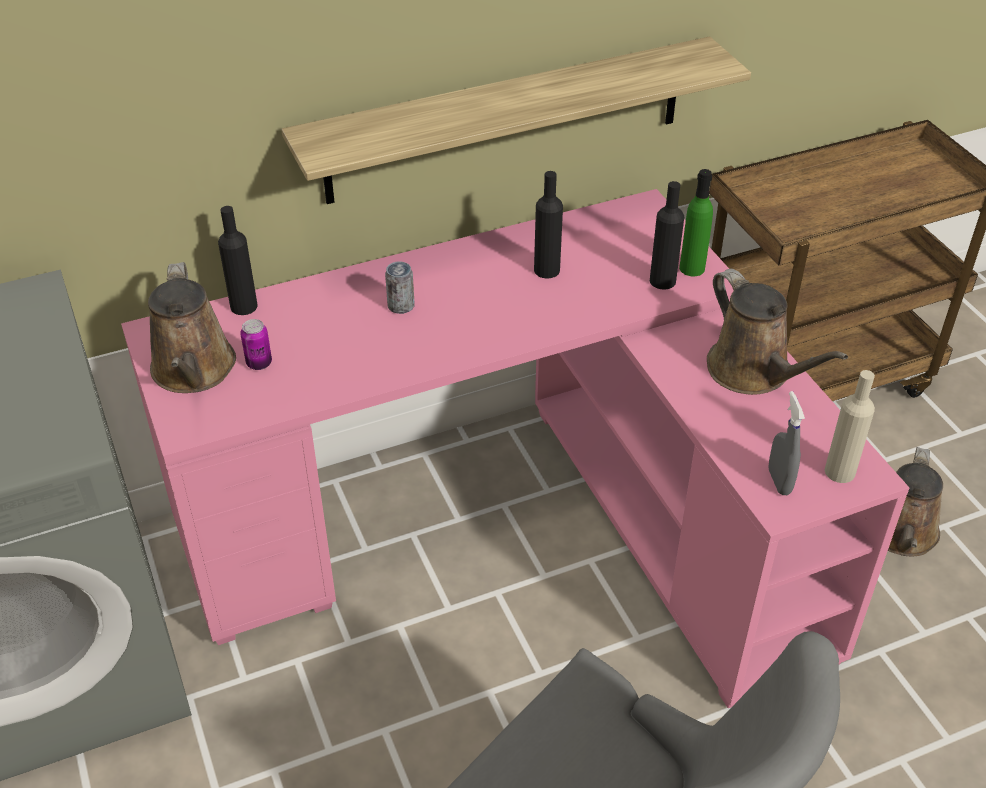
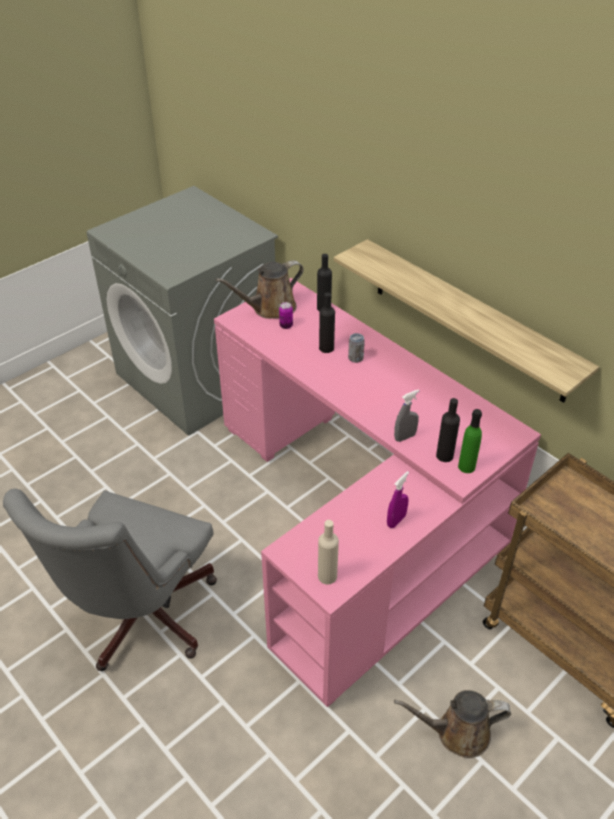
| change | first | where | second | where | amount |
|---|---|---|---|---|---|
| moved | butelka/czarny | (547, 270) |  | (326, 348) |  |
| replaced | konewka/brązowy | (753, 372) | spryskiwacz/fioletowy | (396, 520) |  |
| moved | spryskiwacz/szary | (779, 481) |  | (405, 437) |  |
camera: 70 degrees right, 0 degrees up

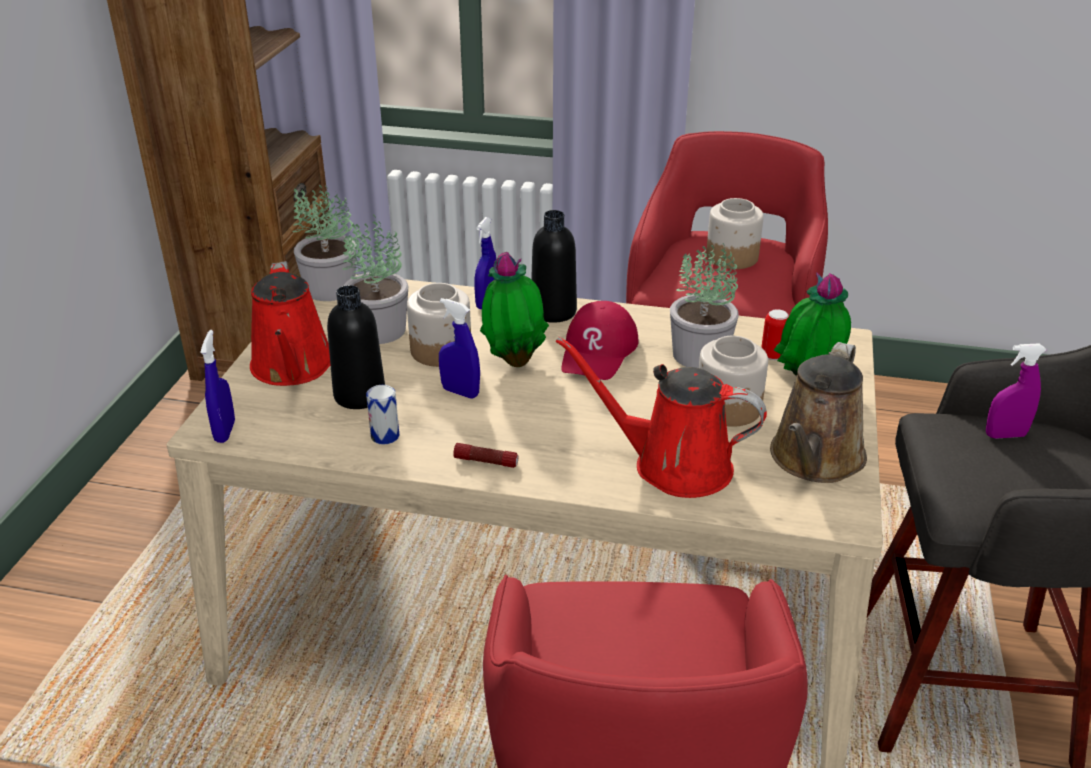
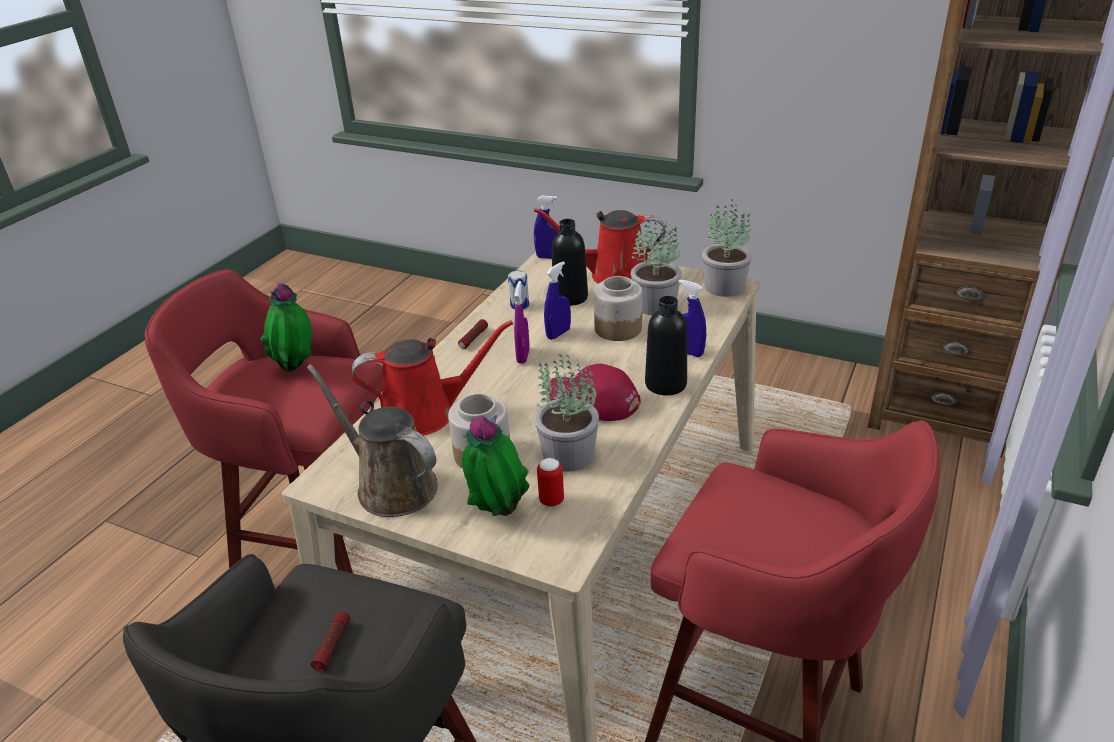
| change | first | where | second | where | amount |
|---|---|---|---|---|---|
| moved | roślina doniczkowa | (514, 361) |  | (297, 369) |  |
| turned | konewka/czerwony | (672, 465) |  | (426, 413) | 45 degrees clockwise |
| removed | słoik | (731, 257) |  |  |  |
| moved | spryskiwacz/fioletowy | (1005, 435) |  | (523, 356) |  |
| added |  |  | latarka | (332, 645) |  |
camera: 105 degrees right, 0 degrees up

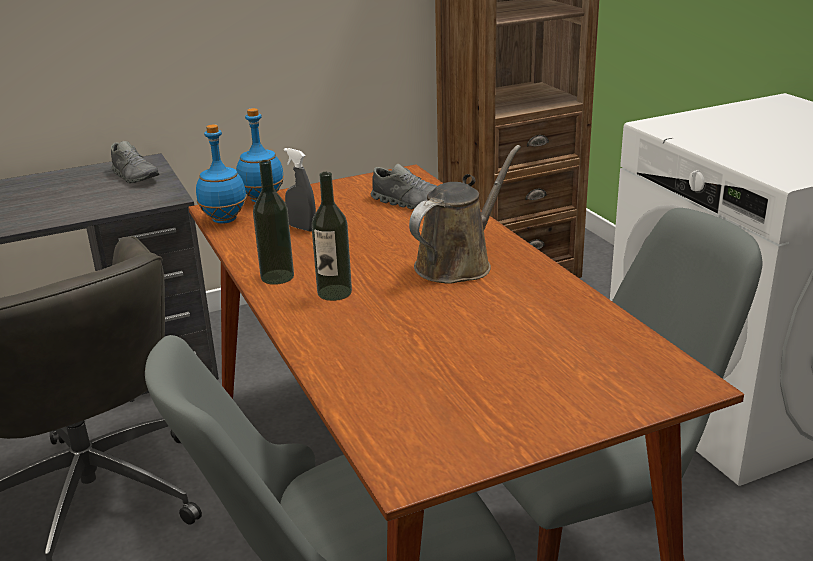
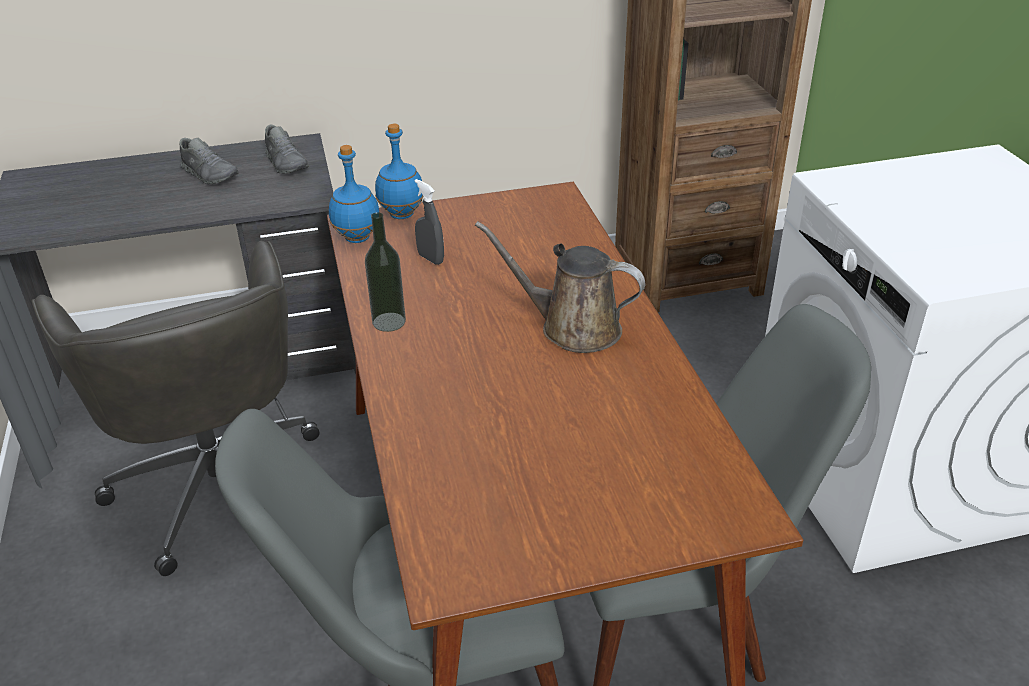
| change | first | where | second | where | amount |
|---|---|---|---|---|---|
| removed | butelka | (334, 292) |  |  |  |
| moved | but/szary | (410, 202) |  | (210, 174) |  |
| turned | konewka/brązowy | (458, 263) |  | (572, 328) | 120 degrees counterclockwise |
camera: 10 degrees right, 10 degrees up

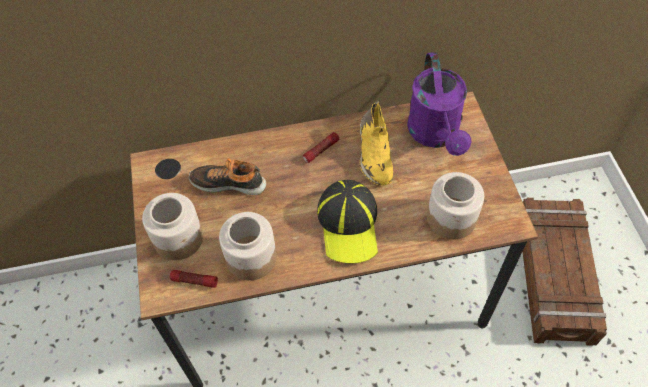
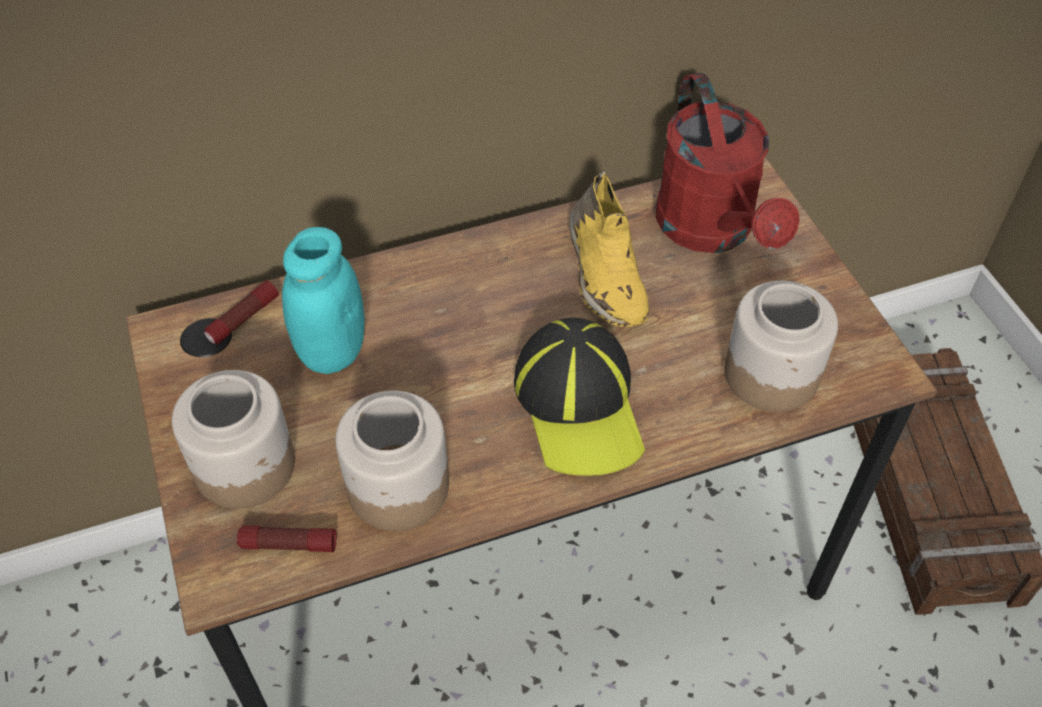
| change | first | where | second | where | amount |
|---|---|---|---|---|---|
| replaced | but | (229, 183) | słoik/turkusowy | (332, 351) |  |
| moved | latarka | (321, 150) |  | (243, 319) |  |
| recoloured | konewka/fioletowy | (436, 135) | konewka/czerwony | (712, 231) |  |
camera: 10 degrees left, 5 degrees down

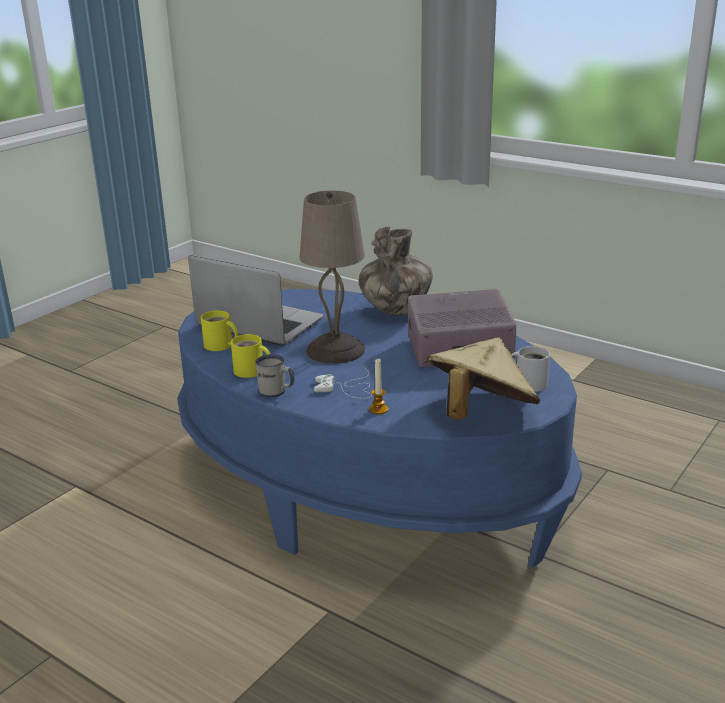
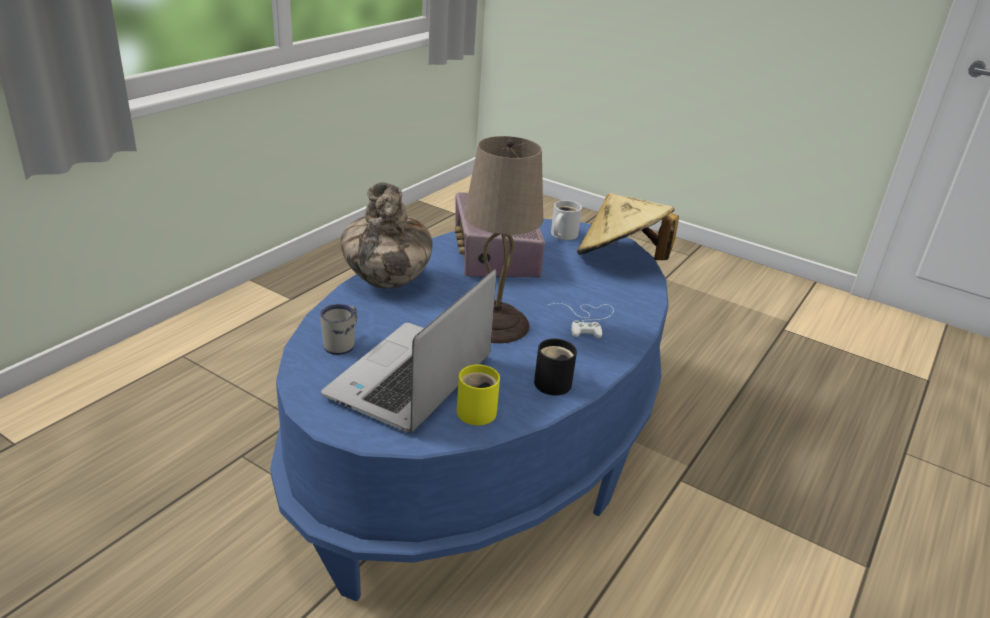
| change | first | where | second | where | amount |
|---|---|---|---|---|---|
| recoloured | kubek/żółty | (251, 372) | kubek/czarny | (555, 382) |  |
| moved | kubek/biały | (276, 392) |  | (342, 344) |  |
| removed | świeca | (378, 409) |  |  |  |
camera: 95 degrees left, 5 degrees up

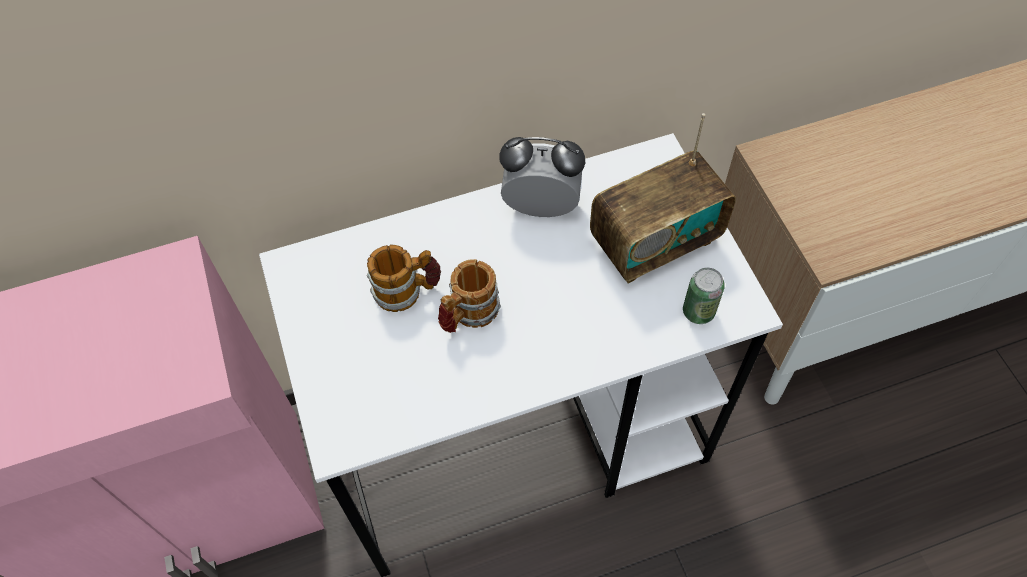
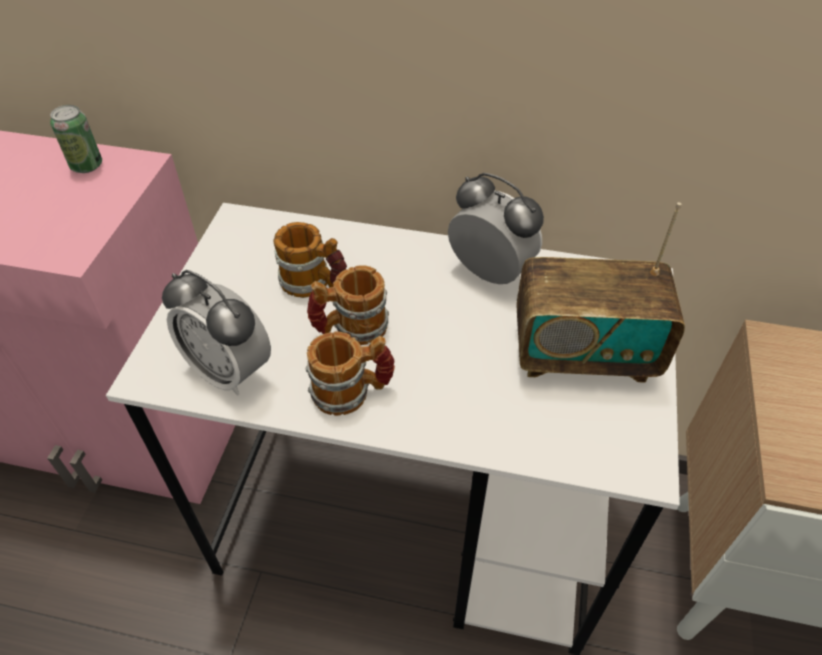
| change | first | where | second | where | amount |
|---|---|---|---|---|---|
| moved | puszka | (698, 311) |  | (87, 165) |  |
| added |  |  | budzik | (229, 371) |  |
| added |  |  | kubek | (352, 392) |  |
camera: 30 degrees right, 10 degrees down

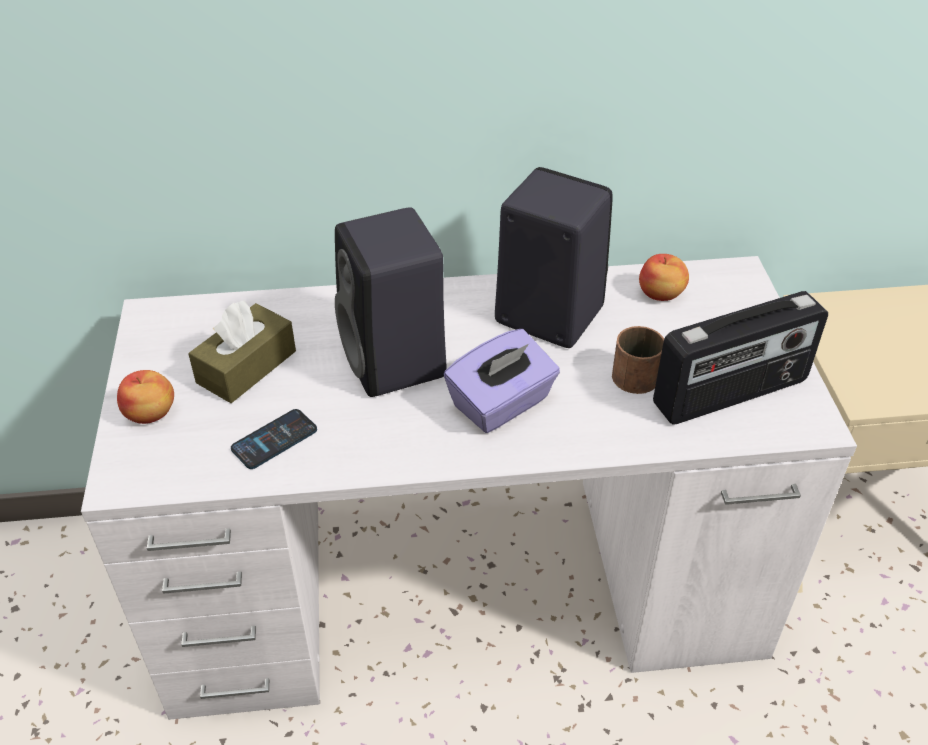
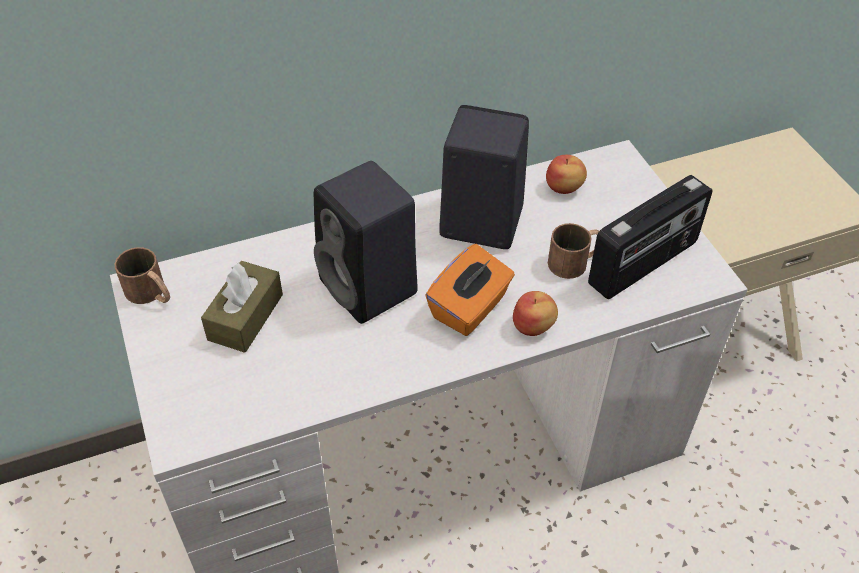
| change | first | where | second | where | amount |
|---|---|---|---|---|---|
| moved | jabłko | (151, 414) |  | (533, 326) |  |
| removed | telefon | (274, 440) |  |  |  |
| recoloured | pudełko chusteczek/fioletowy | (501, 404) | pudełko chusteczek/pomarańczowy | (470, 308) |  |
| added |  |  | kubek/brązowy | (151, 293) |  |
camera: 15 degrees left, 5 degrees up

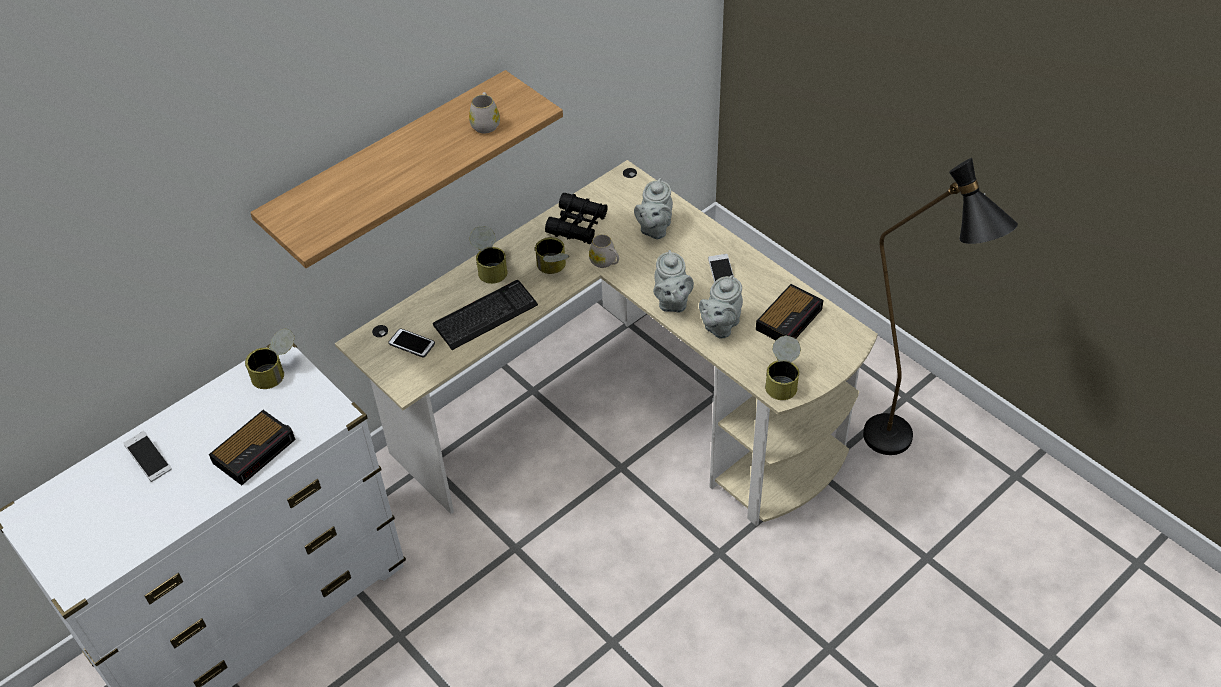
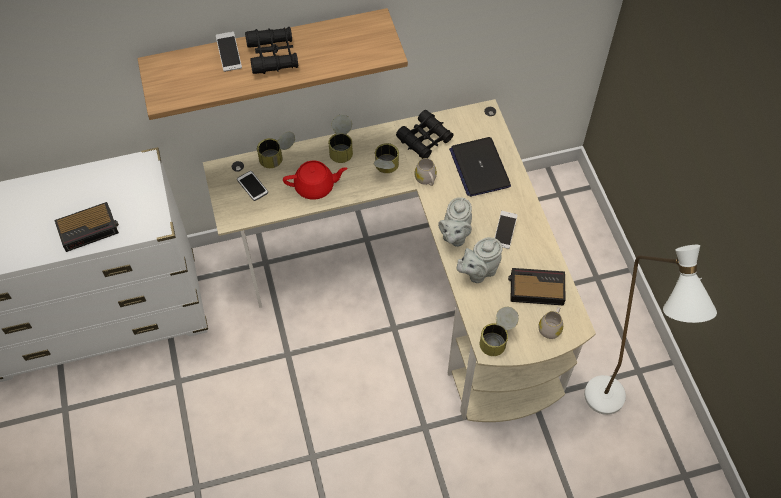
| change | first | where | second | where | amount |
|---|---|---|---|---|---|
| moved | telefon | (150, 461) |  | (229, 56) |  |
| moved | puszka | (276, 371) |  | (278, 157) |  |
| replaced | klawiatura | (485, 316) | imbryk/czerwony | (315, 187) |  |
| moved | kubek/biały | (485, 123) |  | (551, 327) |  |
| replaced | imbryk/szary | (654, 229) | laptop | (479, 167) |  |
| turned | budzik | (790, 318) |  | (535, 289) | 150 degrees counterclockwise |
| recoloured | lampa stojąca/czarny | (901, 447) | lampa stojąca/biały | (609, 410) |  |
| added |  |  | lornetka/czarny | (273, 55) |  |
camera: 25 degrees right, 10 degrees up

